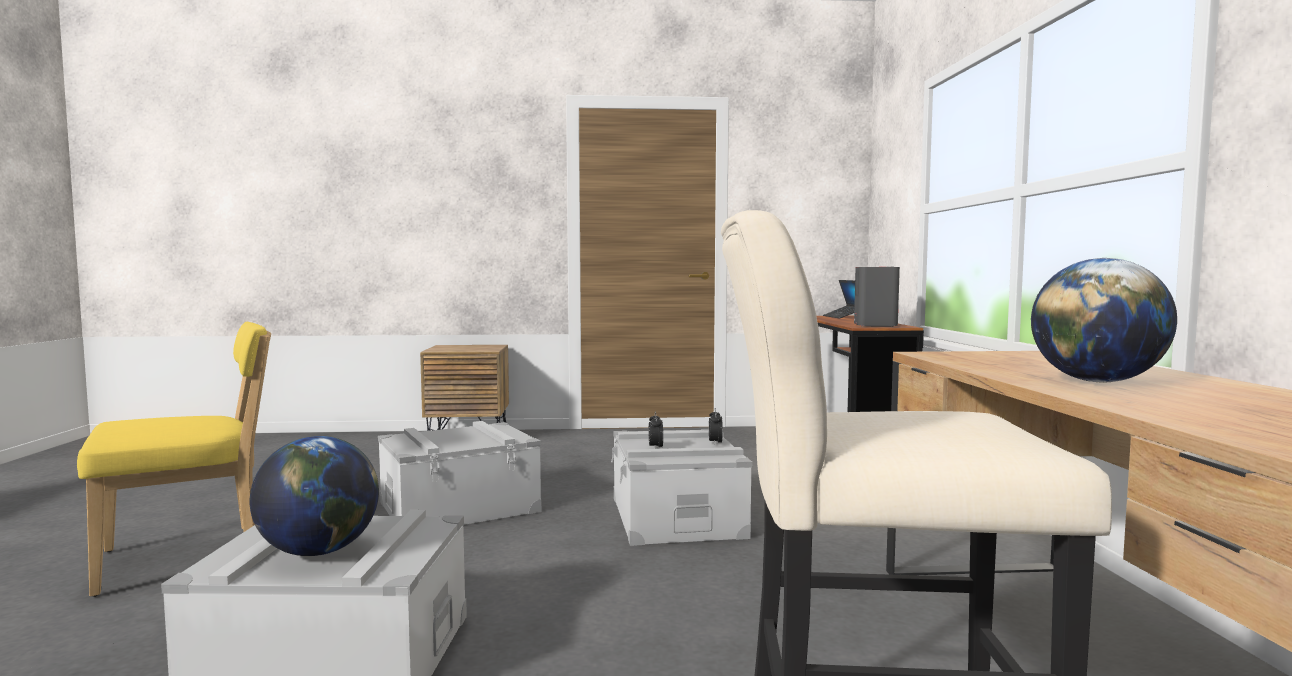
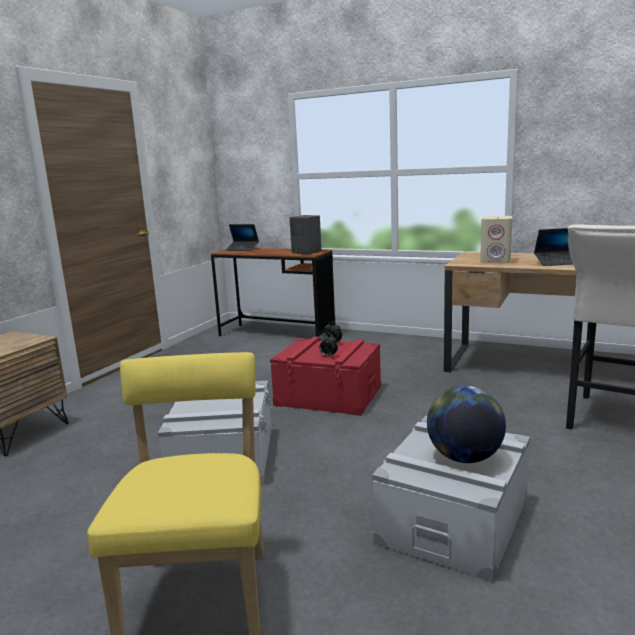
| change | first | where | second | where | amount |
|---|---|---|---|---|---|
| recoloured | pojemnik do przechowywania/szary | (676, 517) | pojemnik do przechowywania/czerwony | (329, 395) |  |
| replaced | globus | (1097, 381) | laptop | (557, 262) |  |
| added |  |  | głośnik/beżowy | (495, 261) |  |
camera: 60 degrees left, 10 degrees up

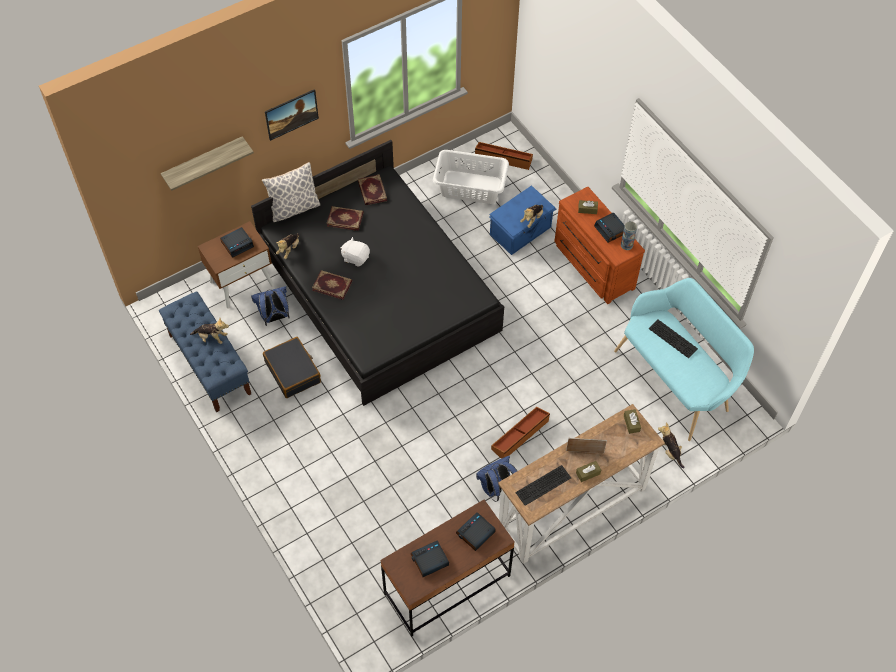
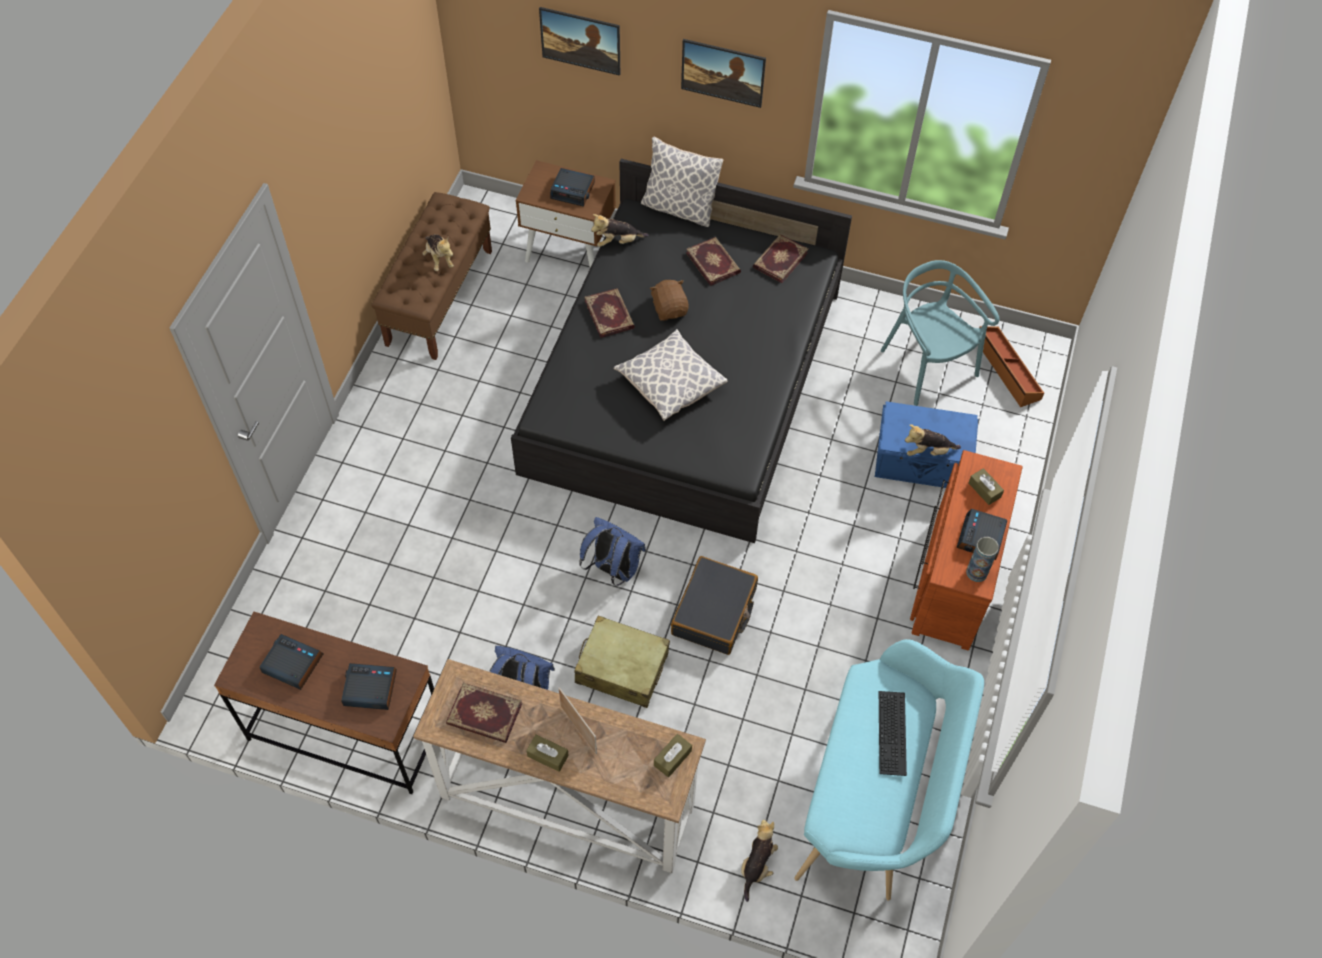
| change | first | where | second | where | amount |
|---|---|---|---|---|---|
| recoloured | ławka/niebieski | (209, 364) | ławka/brązowy | (439, 297) |  |
| replaced | półka | (203, 163) | obraz | (581, 53) |  |
| moved | plecak/niebieski | (275, 317) |  | (613, 569) |  |
| moved | walizka/czarny | (293, 372) |  | (714, 612) |  |
| recoloured | pluszak/biały | (355, 257) | pluszak/brązowy | (670, 309) |  |
| replaced | kosz na pranie/biały | (470, 187) | krzesło/turkusowy | (927, 366) |  |
| replaced | pojemnik do przechowywania/brązowy | (520, 435) | walizka/beżowy | (621, 668) |  |
| replaced | klawiatura | (543, 486) | książka | (484, 715) |  |
| added |  |  | poduszka | (670, 384) |  |
camera: 50 degrees right, 0 degrees up

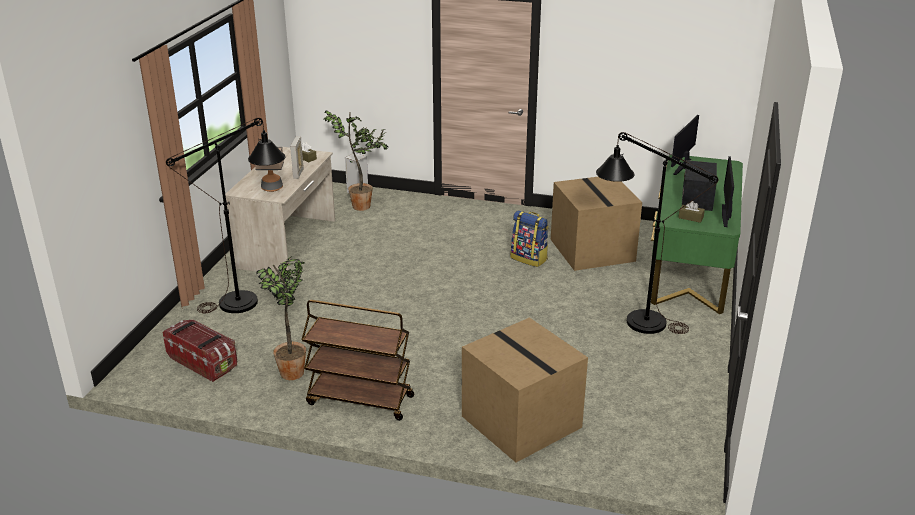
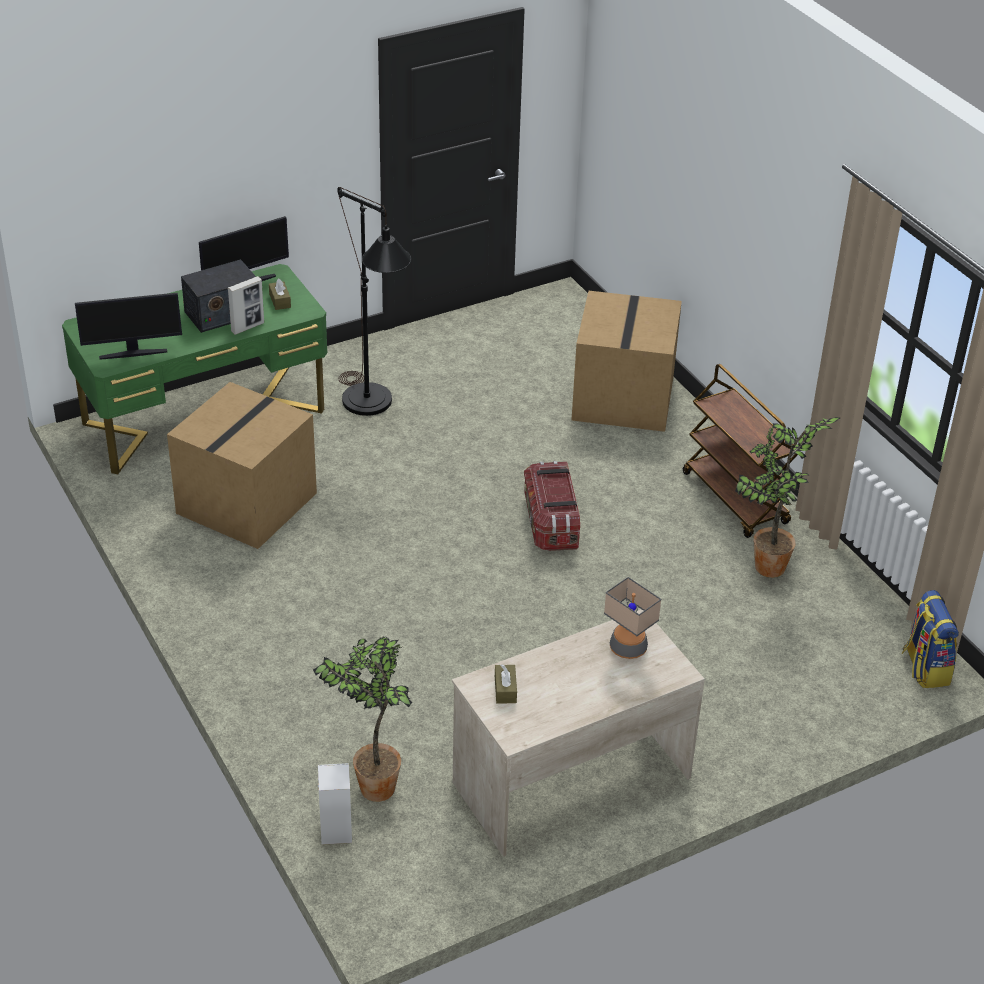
| change | first | where | second | where | amount |
|---|---|---|---|---|---|
| moved | pojemnik do przechowywania | (203, 362) |  | (551, 522) |  |
| removed | lampa stojąca/czarny | (250, 301) |  |  |  |
| moved | ramka na zdjęcie | (298, 174) |  | (248, 327) |  |
| moved | plecak | (529, 259) |  | (925, 668) |  |
camera: 135 degrees left, 10 degrees up

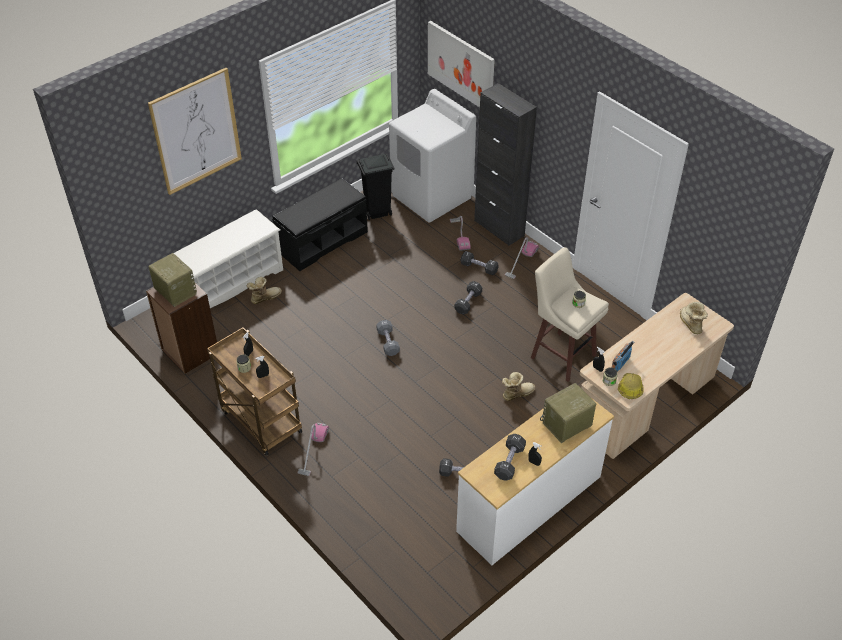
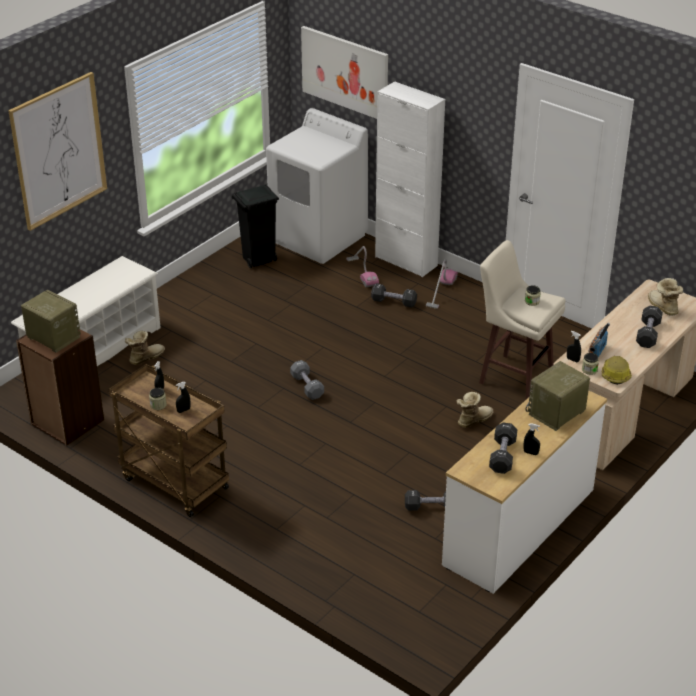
| change | first | where | second | where | amount |
|---|---|---|---|---|---|
| removed | ławka/czarny | (322, 241) |  |  |  |
| removed | odkurzacz | (313, 451) |  |  |  |
| moved | hantel/czarny | (468, 302) |  | (648, 334) |  |
| recoloured | szafka/czarny | (499, 228) | szafka/biały | (406, 261) |  |
camera: 10 degrees left, 10 degrees down

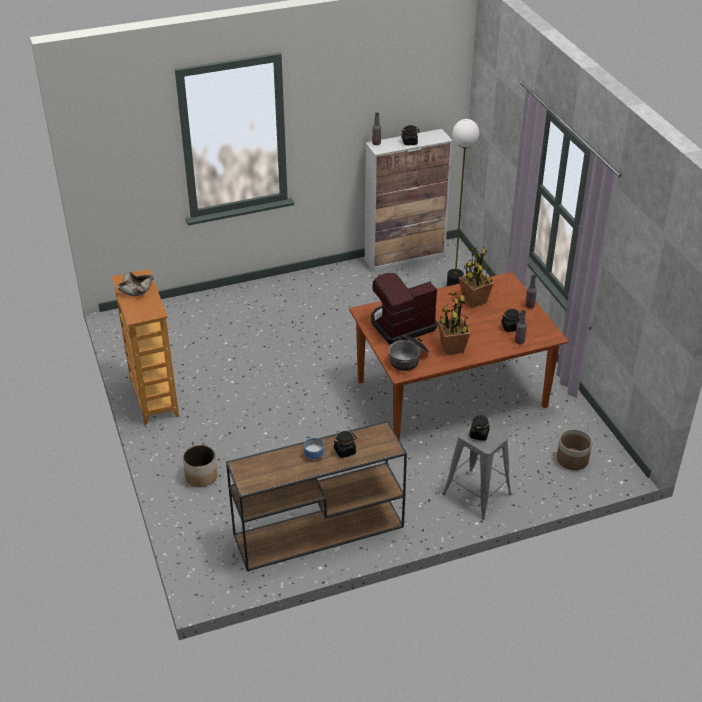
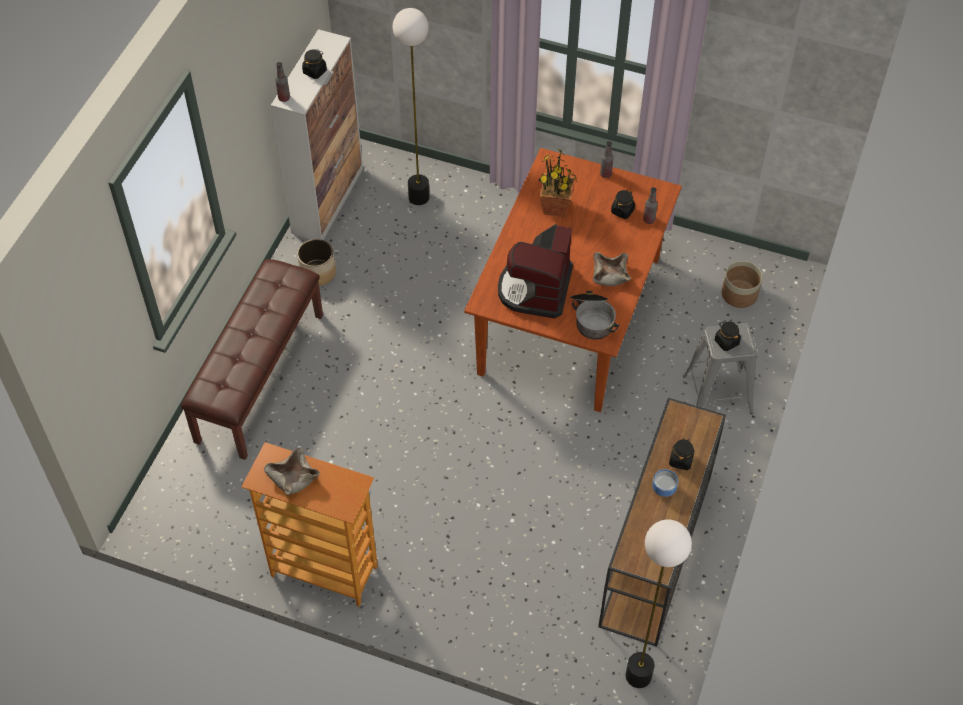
| change | first | where | second | where | amount |
|---|---|---|---|---|---|
| moved | donica | (201, 476) |  | (318, 272) |  |
| replaced | roślina doniczkowa | (452, 348) | miska/beżowy | (609, 275) |  |
| added |  |  | ławka/brązowy | (259, 376) |  |
| added |  |  | lampa stojąca | (638, 676) |  |
camera: 50 degrees left, 15 degrees up

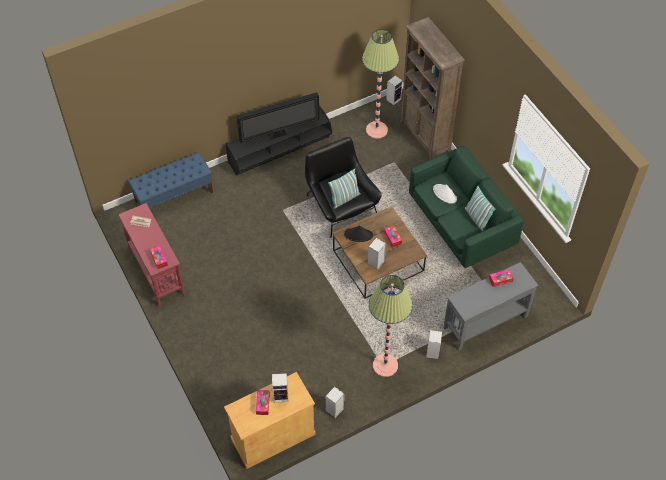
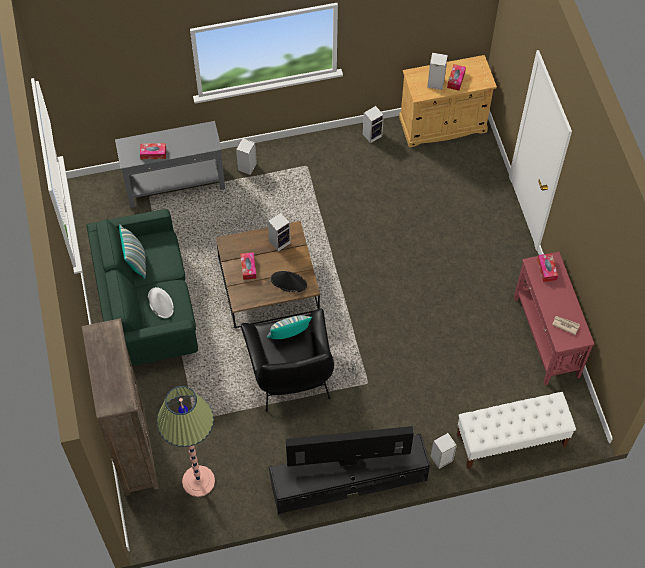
| change | first | where | second | where | amount |
|---|---|---|---|---|---|
| recoloured | ławka/niebieski | (174, 196) | ławka/biały | (510, 440) |  |
| removed | lampa stojąca | (385, 365) |  |  |  |
| moved | głośnik | (393, 99) |  | (441, 459) |  |
camera: 165 degrees left, 5 degrees up

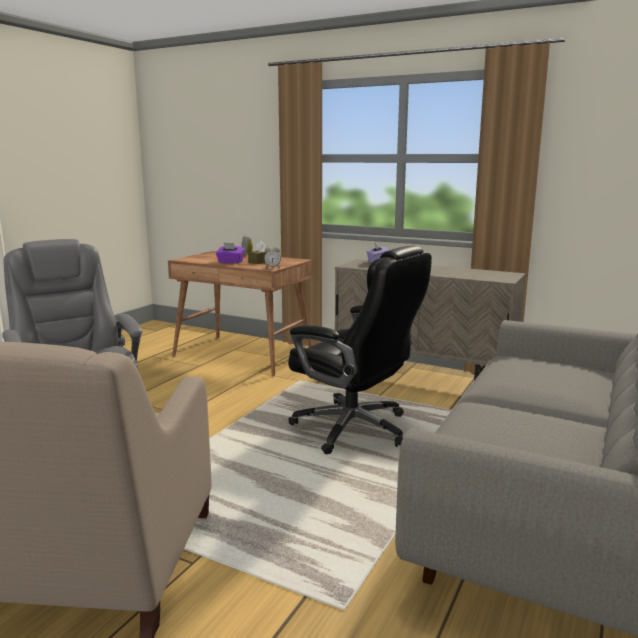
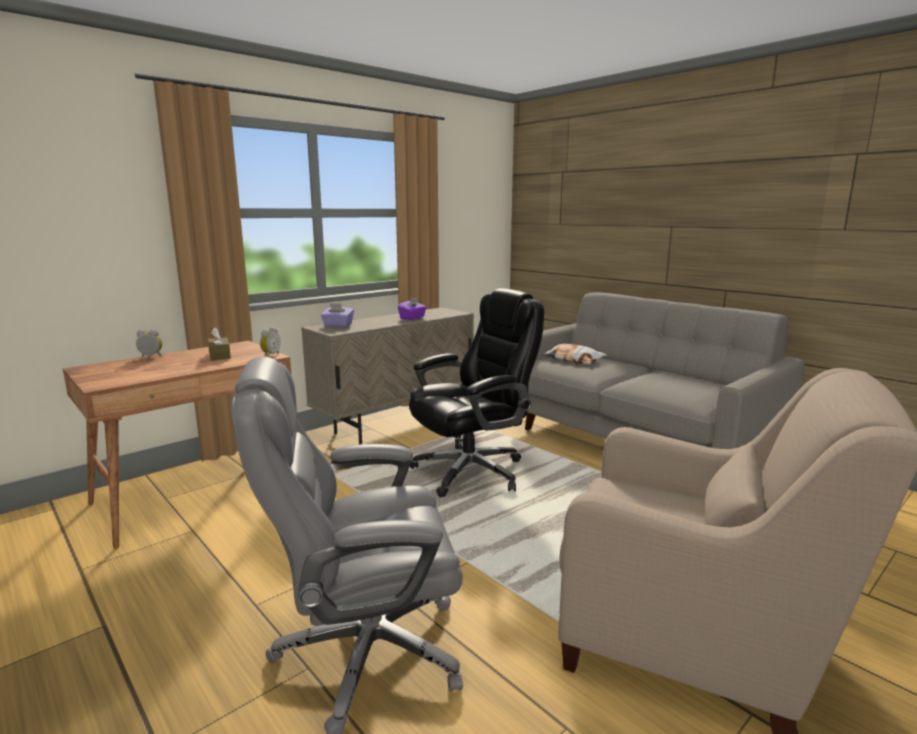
| change | first | where | second | where | amount |
|---|---|---|---|---|---|
| moved | pudełko chusteczek/fioletowy | (230, 262) |  | (412, 318) |  |
| added |  |  | poduszka | (573, 359) |  |
camera: 70 degrees left, 0 degrees up

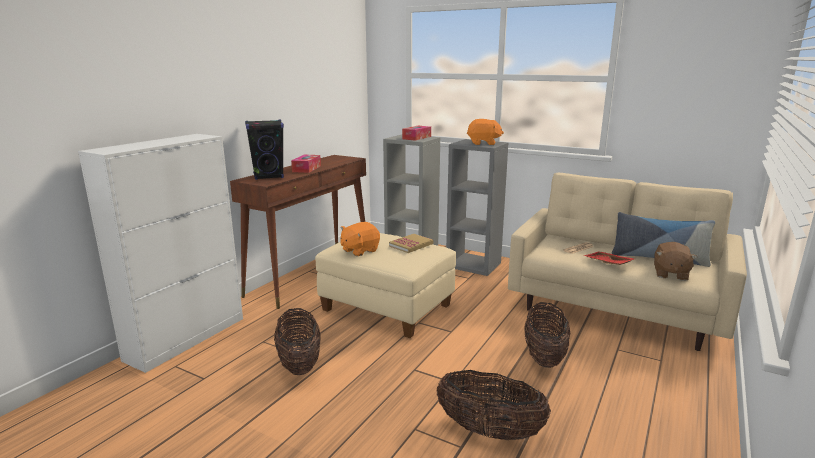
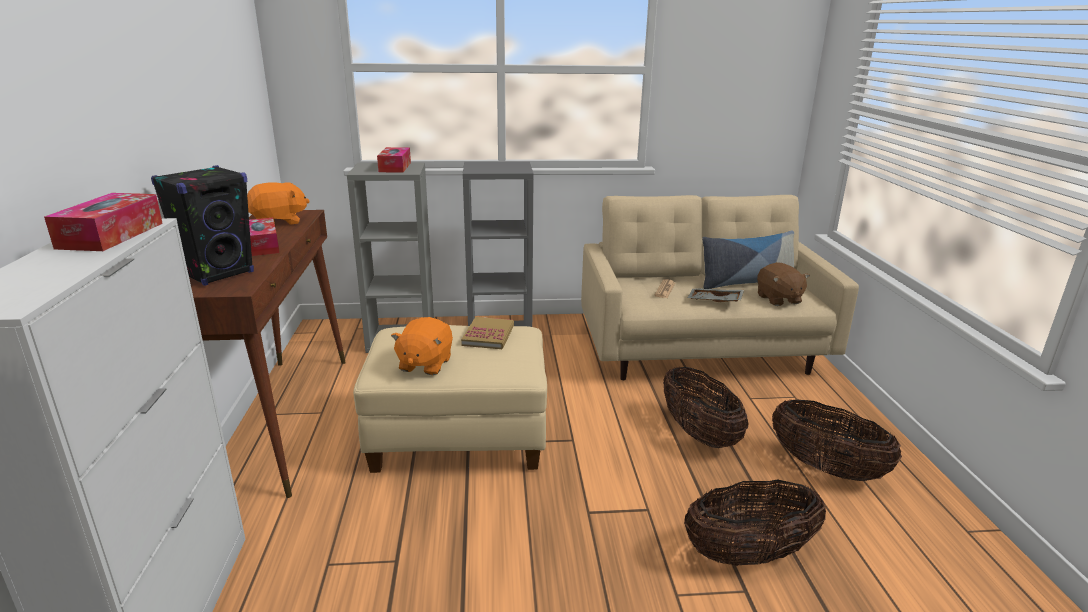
| change | first | where | second | where | amount |
|---|---|---|---|---|---|
| moved | koszyk | (299, 363) |  | (826, 468) |  |
| moved | pluszak/pomarańczowy | (483, 143) |  | (279, 222) |  |
| recoloured | taca/czerwony | (607, 263) | taca/szary | (714, 301) |  |
| added |  |  | pudełko chusteczek | (111, 235) |  |
camera: 35 degrees left, 5 degrees up

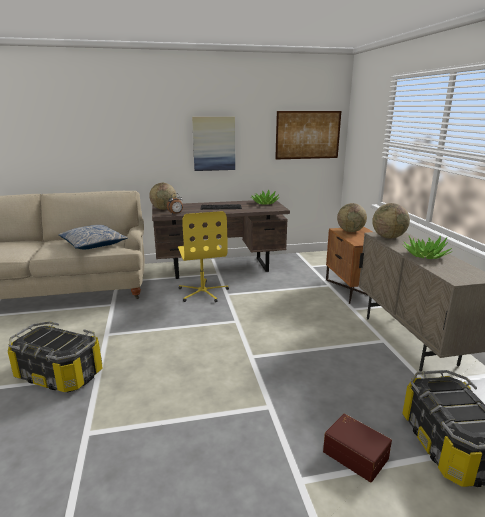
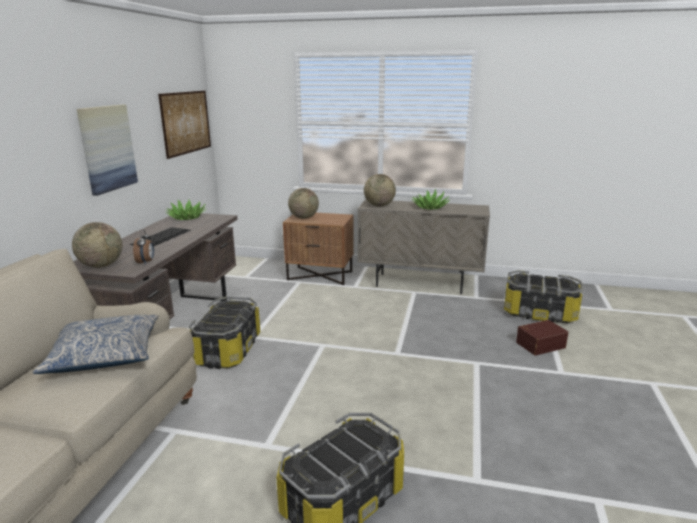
| change | first | where | second | where | amount |
|---|---|---|---|---|---|
| replaced | krzesło biurowe/żółty | (203, 292) | pojemnik do przechowywania | (228, 350) |  |
camera: 65 degrees left, 0 degrees up

